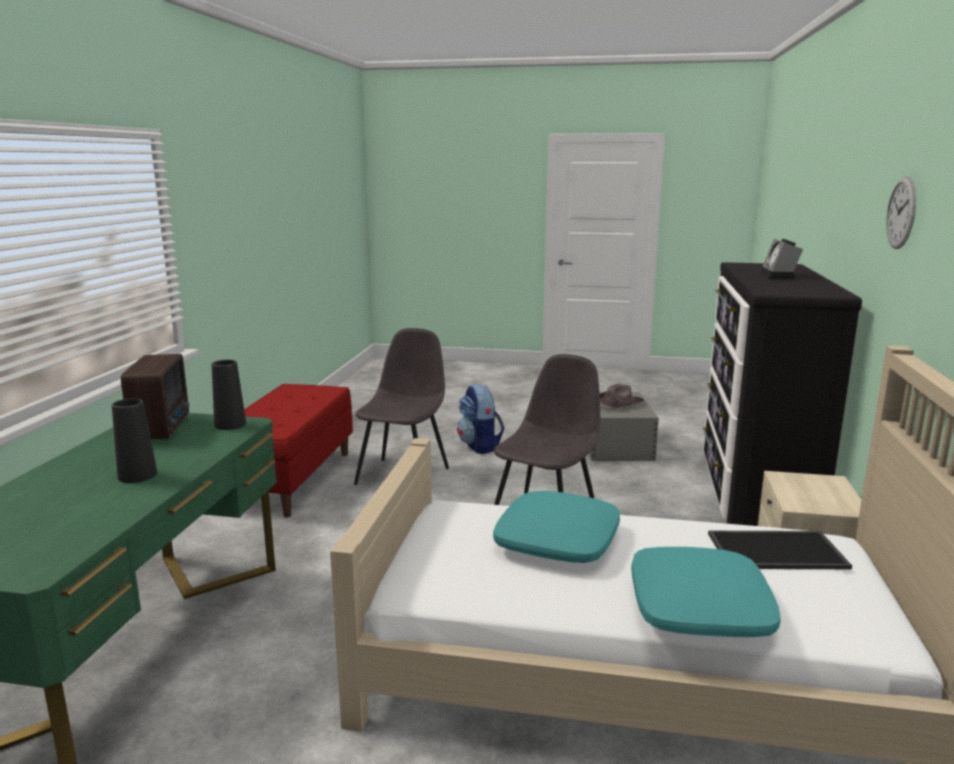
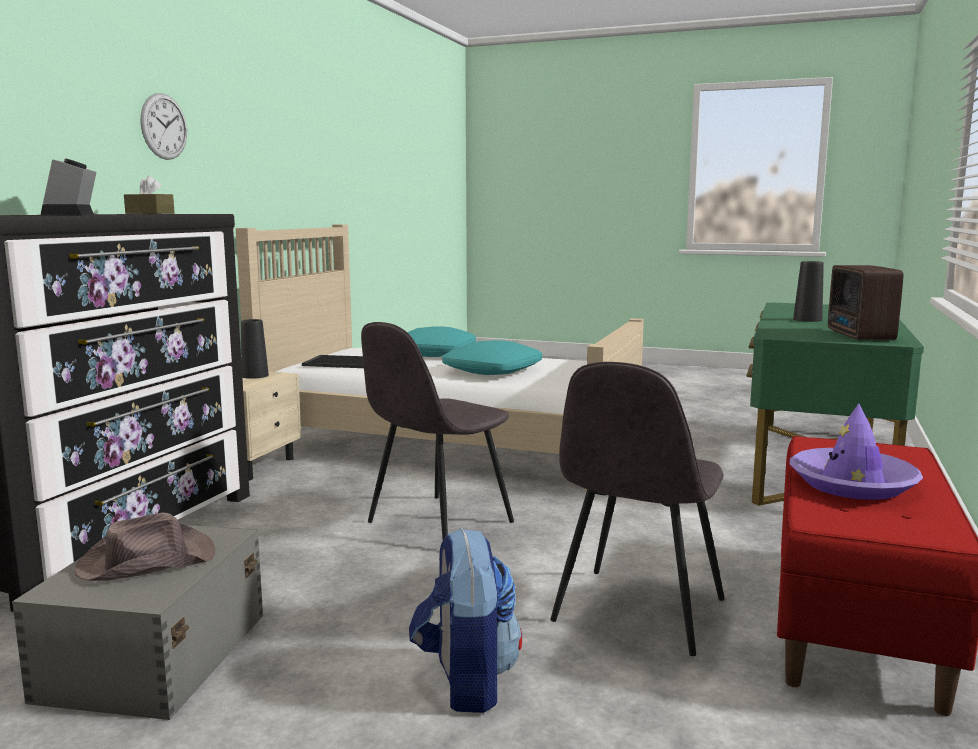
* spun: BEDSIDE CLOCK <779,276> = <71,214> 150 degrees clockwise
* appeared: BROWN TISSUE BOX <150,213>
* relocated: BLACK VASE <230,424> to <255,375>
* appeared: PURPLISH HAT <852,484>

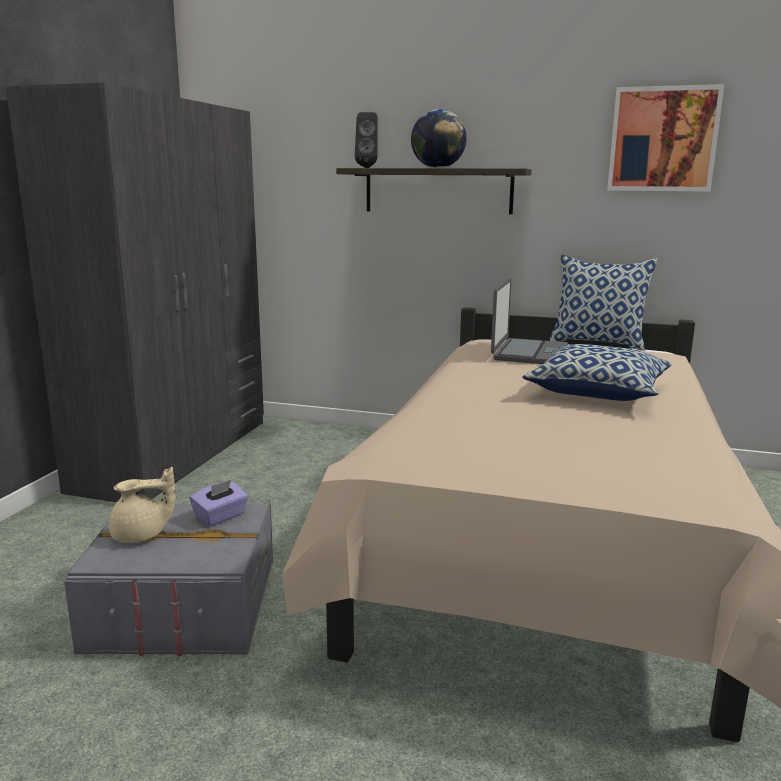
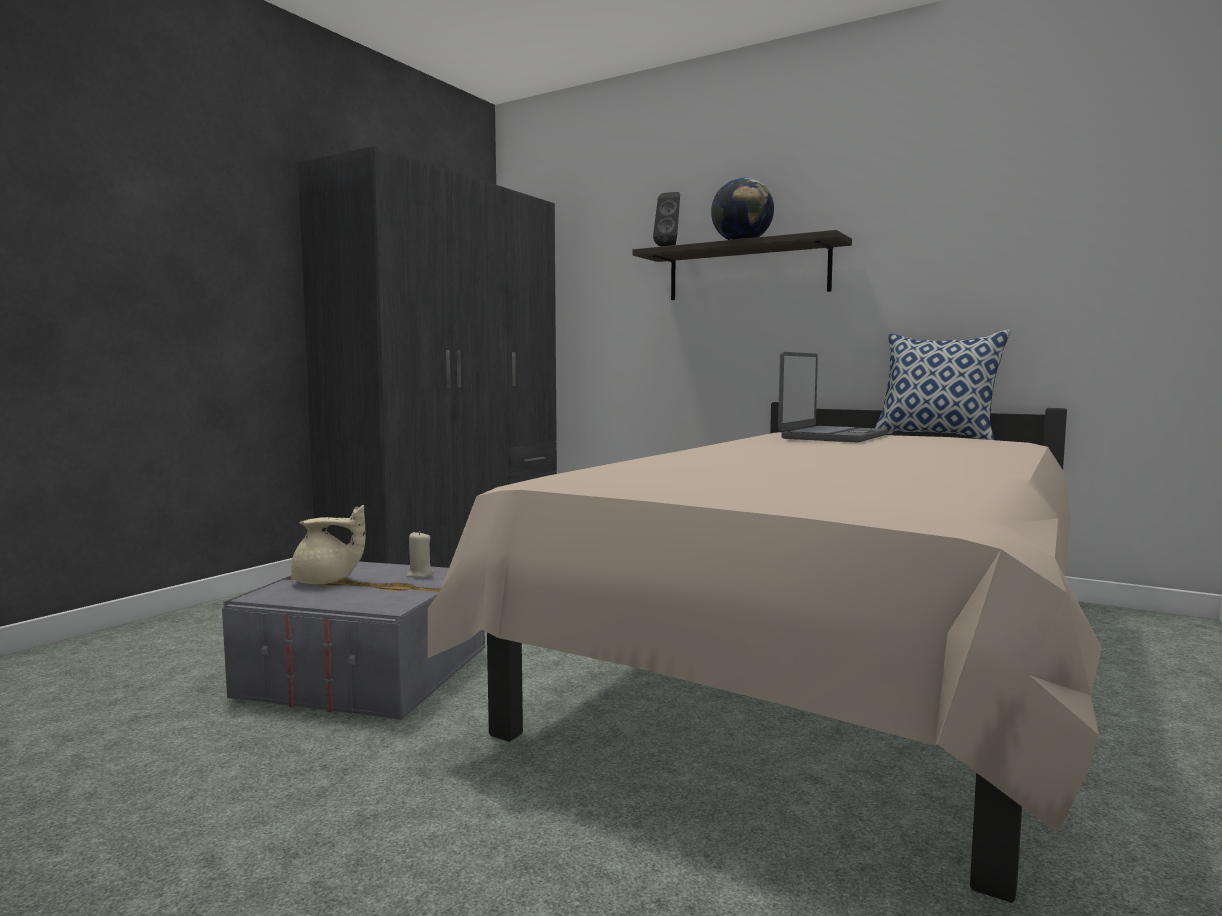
* exchanged: PURPLISH TISSUE BOX <221,517> to BEIGE WAX LIGHT <419,575>
* missing: THROW PILLOW <597,392>
* missing: WALL ART <663,139>

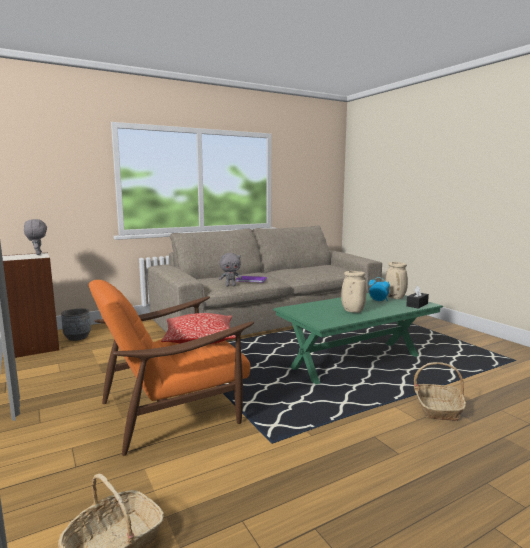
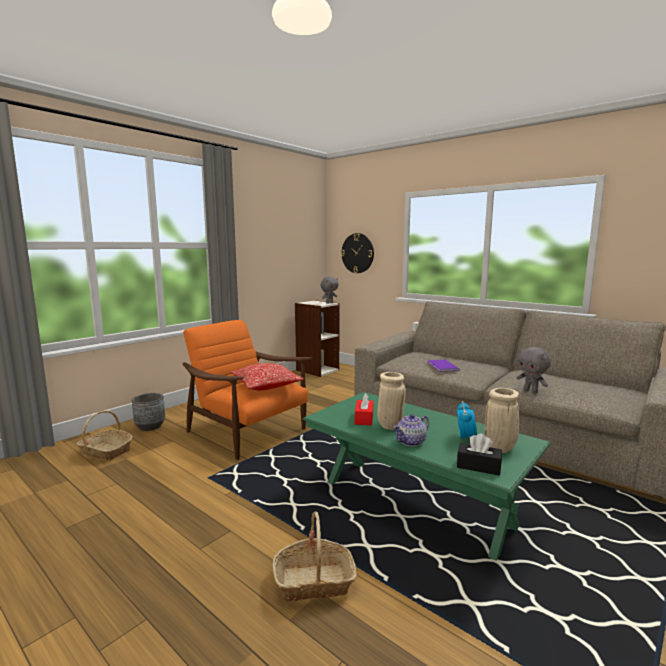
* relocated: GREYISH PLANTER <77,337> to <150,426>
* appeared: HANGING CLOCK <357,253>
* appeared: REDDISH TISSUE BOX <364,418>
* appeared: POT FOR TEA <411,442>
* relocated: GREYISH CUDDLY TOY <230,285> to <531,391>

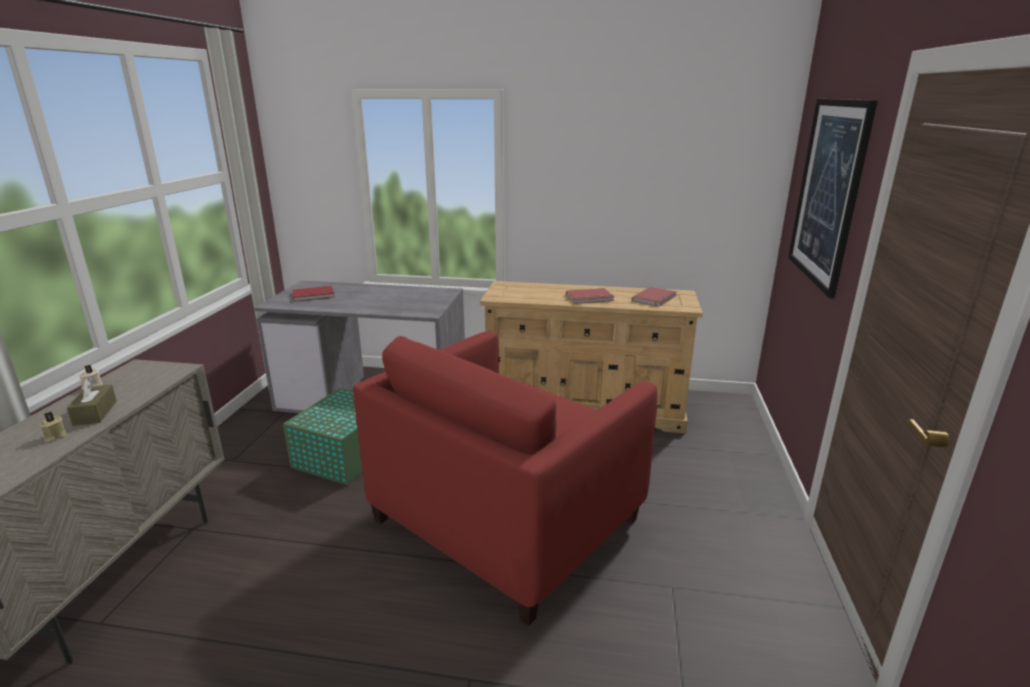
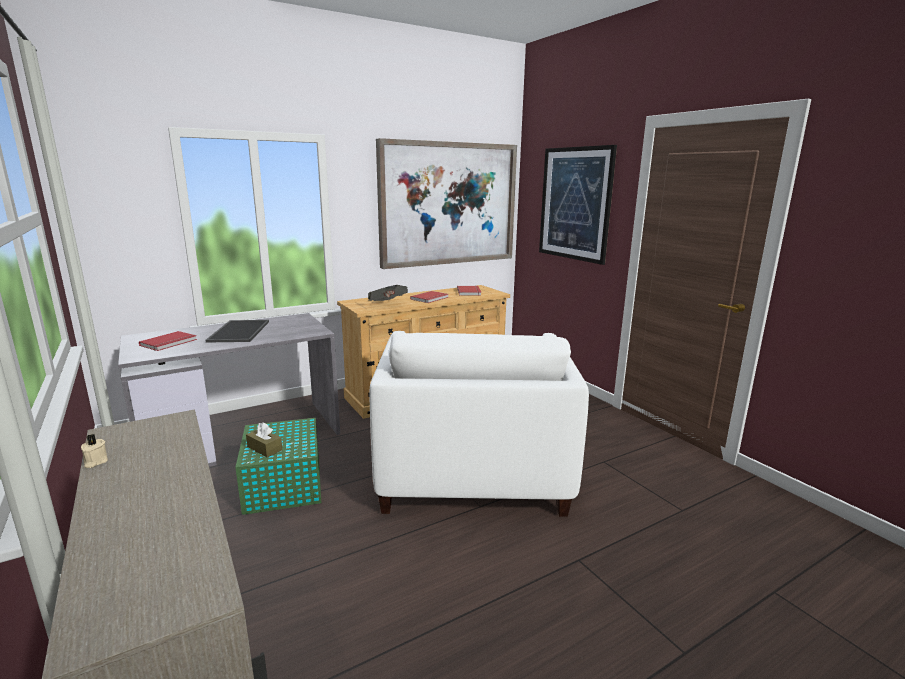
* appeared: SERVING TRAY <238,331>
* relocated: BROWN TISSUE BOX <95,413> to <264,448>
* appeared: PRINTED PAPER <387,305>
* colour: REDDISH EASY CHAIR <506,519> to WHITISH EASY CHAIR <472,470>
* appeared: WALL ART <448,204>
* missing: BEIGE WAX LIGHT <54,436>

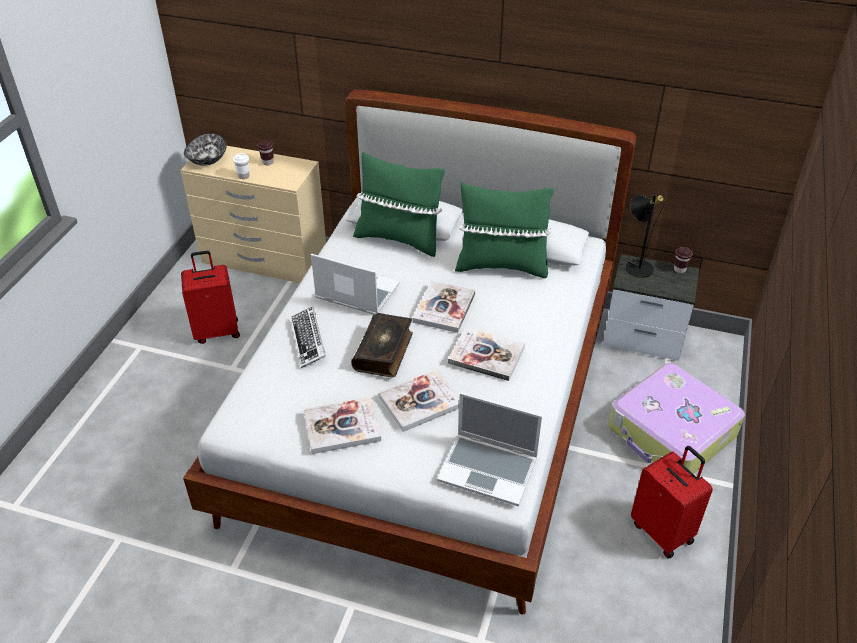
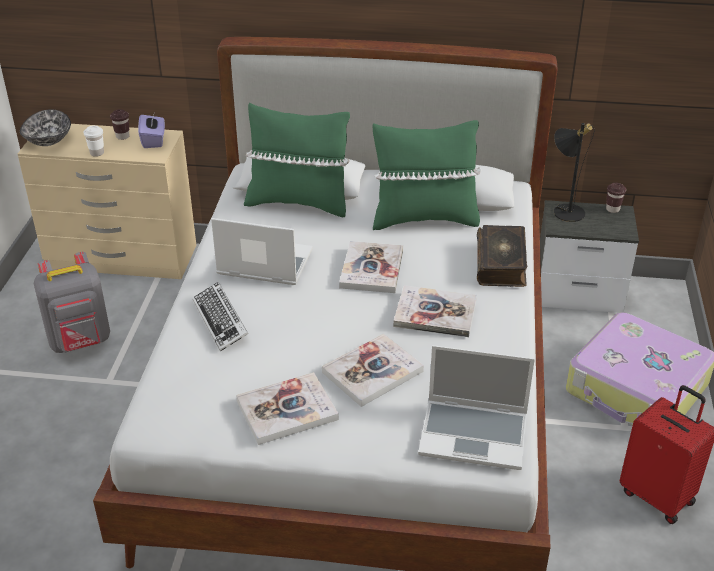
* exchanged: REDDISH TRAVEL CASE <217,331> to GREYISH RUCKSACK <81,342>
* appeared: PURPLISH TISSUE BOX <153,140>
* relocated: VOLUME <384,351> to <501,264>

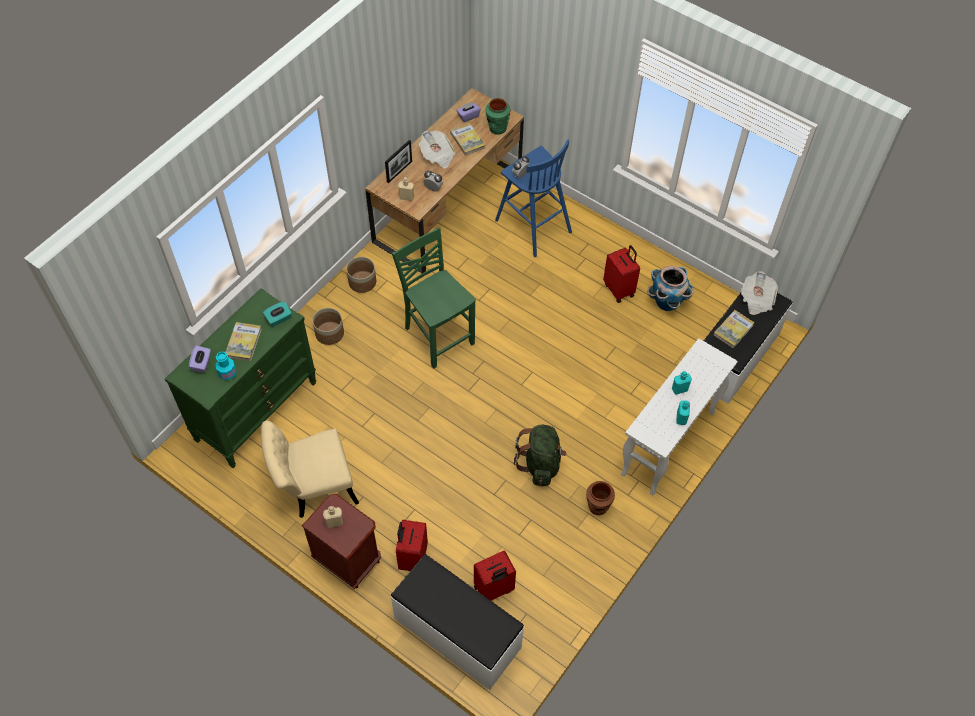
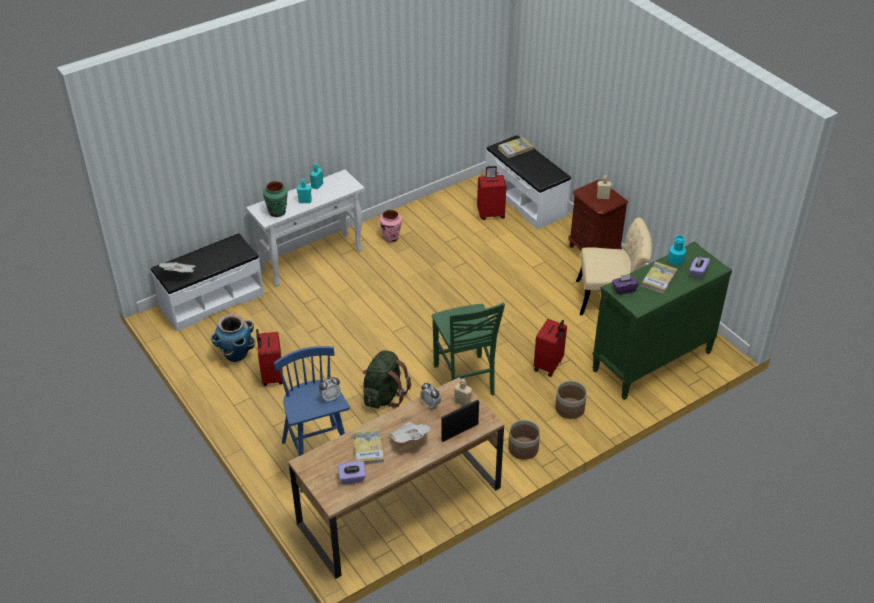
* relocated: GREEN VASE <497,128> to <277,212>
* relocated: GREEN RUCKSACK <540,464> to <384,396>
* colour: BROWN VASE <598,507> to PINKISH VASE <391,238>
* relocated: VOLUME <733,330> to <515,149>
* relocated: REDDISH TRAVEL CASE <412,557> to <549,365>
* colour: BLUE-GREEN TISSUE BOX <279,319> to PURPLISH TISSUE BOX <624,289>

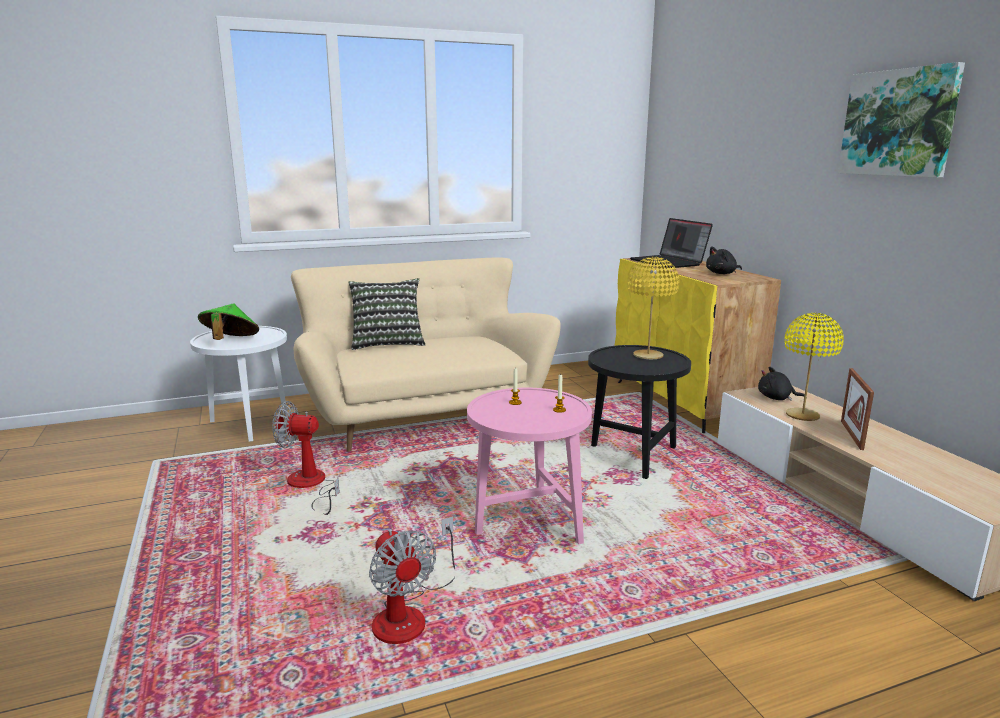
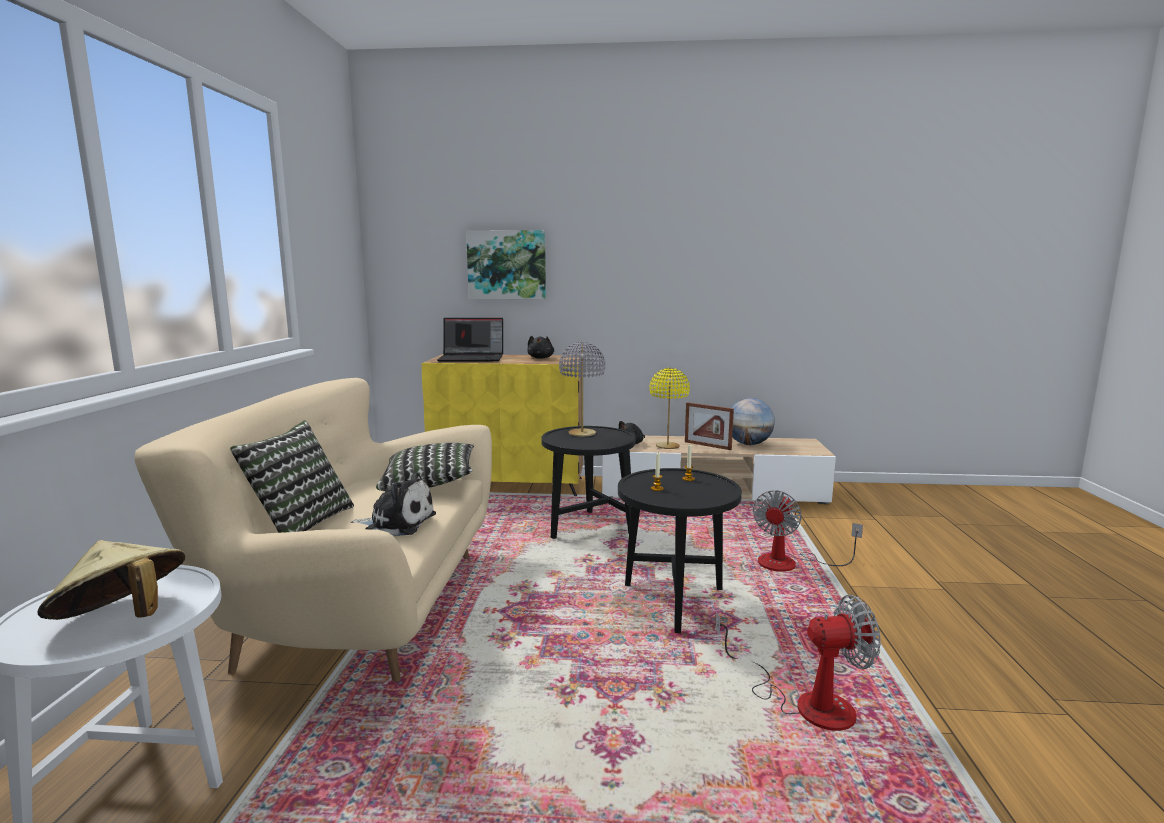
* colour: GREEN HAT <230,341> to BEIGE HAT <122,619>
* appeared: CUDDLY TOY <397,523>
* appeared: THROW PILLOW <429,484>
* relocated: WALL ART <899,123> to <507,265>
* colour: YELLOW-COLOURED TABLE LAMP <648,356> to GREYISH TABLE LAMP <582,434>
* colour: PINKISH SIDE TABLE <527,524> to BLACK SIDE TABLE <674,604>
* appeared: DESK GLOBE <749,444>
* relocated: FAN <311,486> to <790,563>

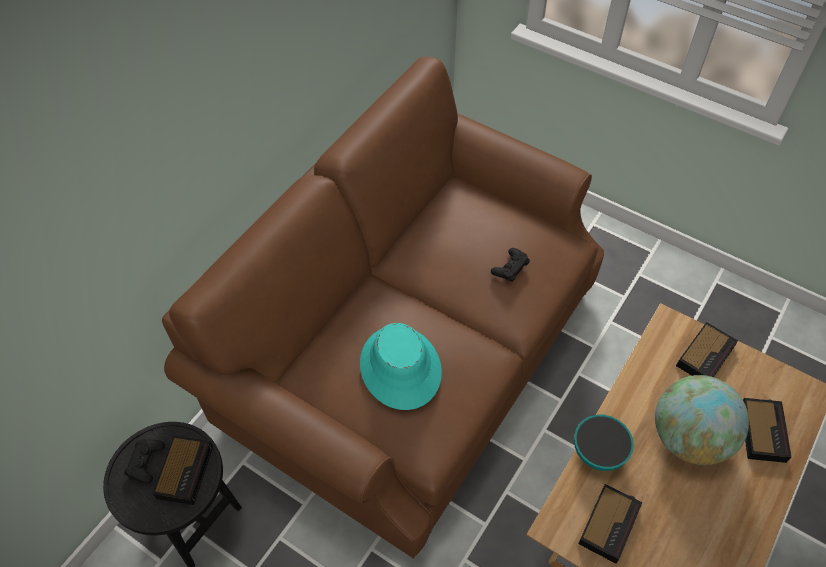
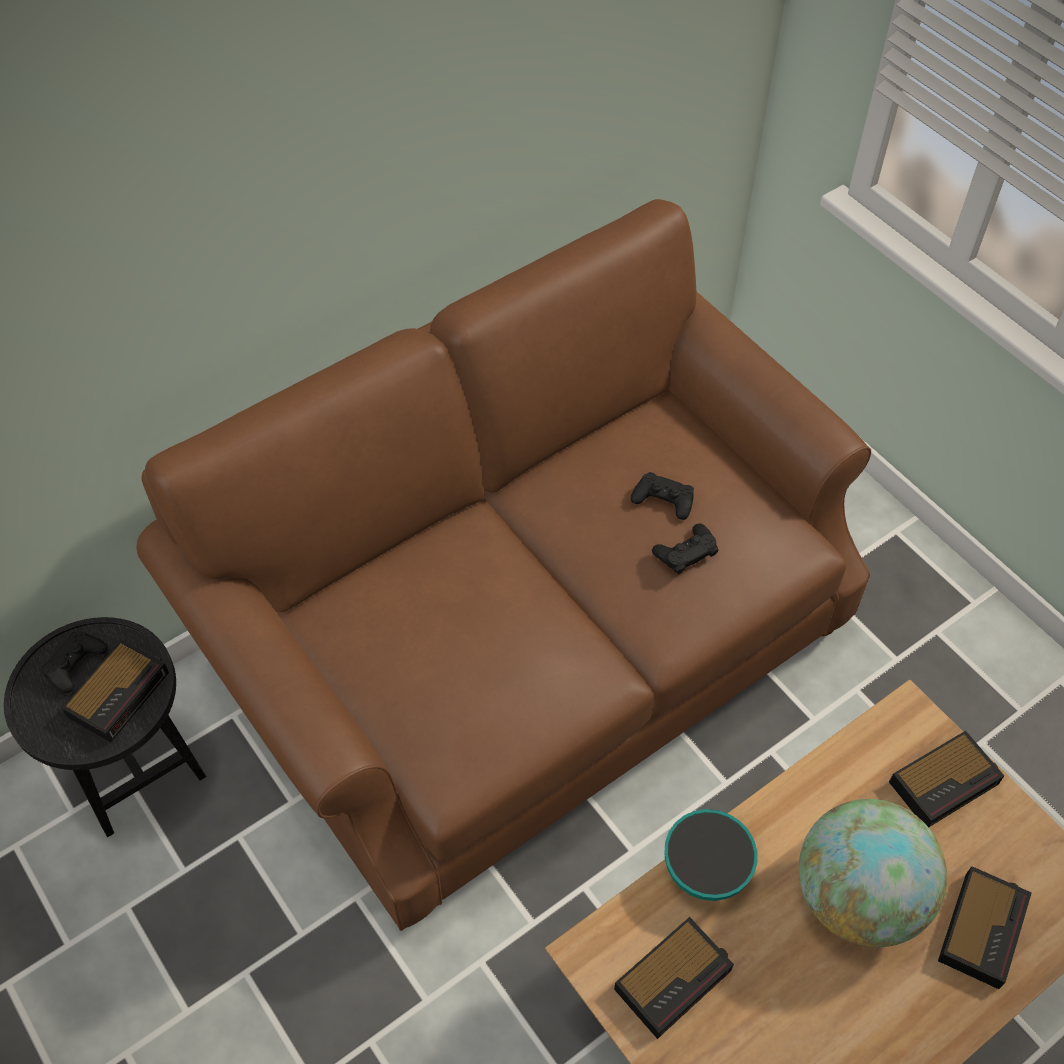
* appeared: BLACK GAME CONTROLLER <663,499>
* missing: BLUE-GREEN HAT <400,368>

